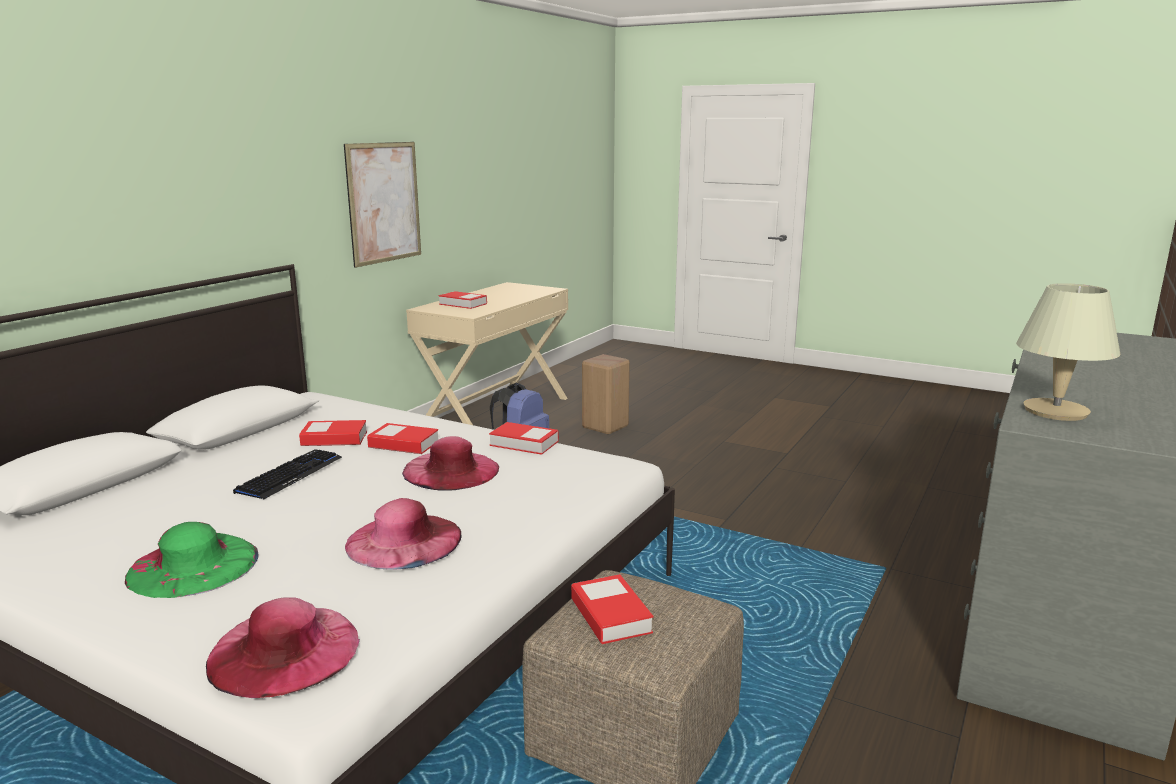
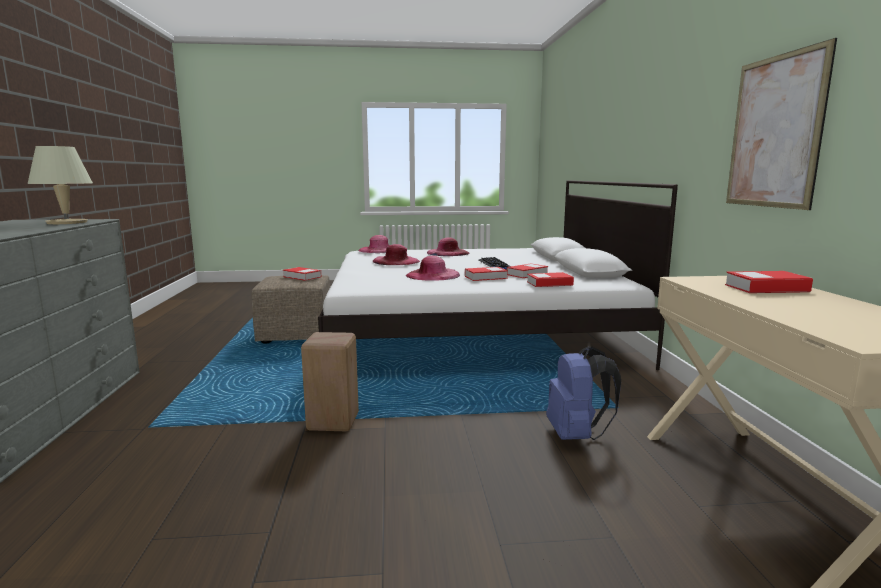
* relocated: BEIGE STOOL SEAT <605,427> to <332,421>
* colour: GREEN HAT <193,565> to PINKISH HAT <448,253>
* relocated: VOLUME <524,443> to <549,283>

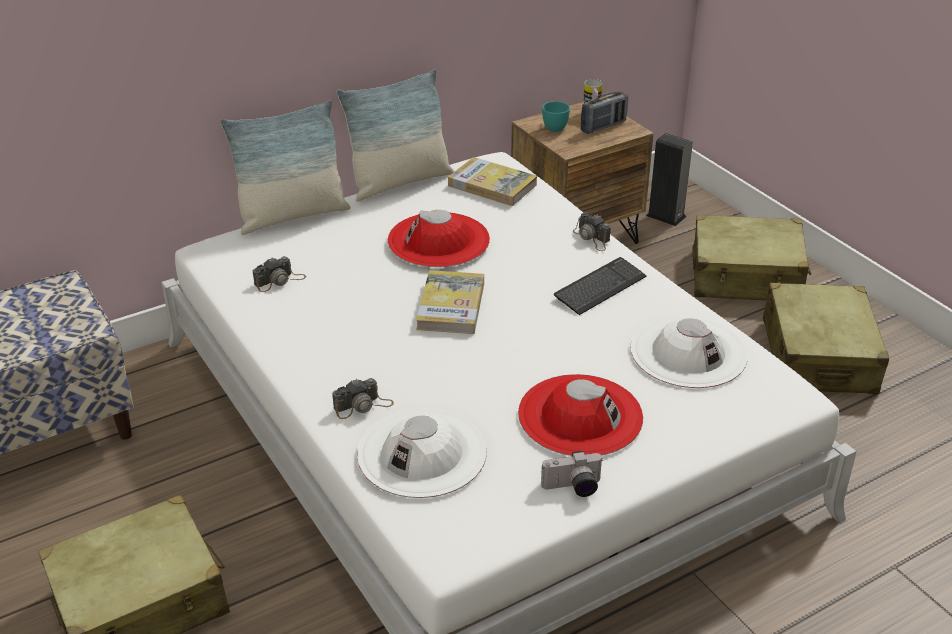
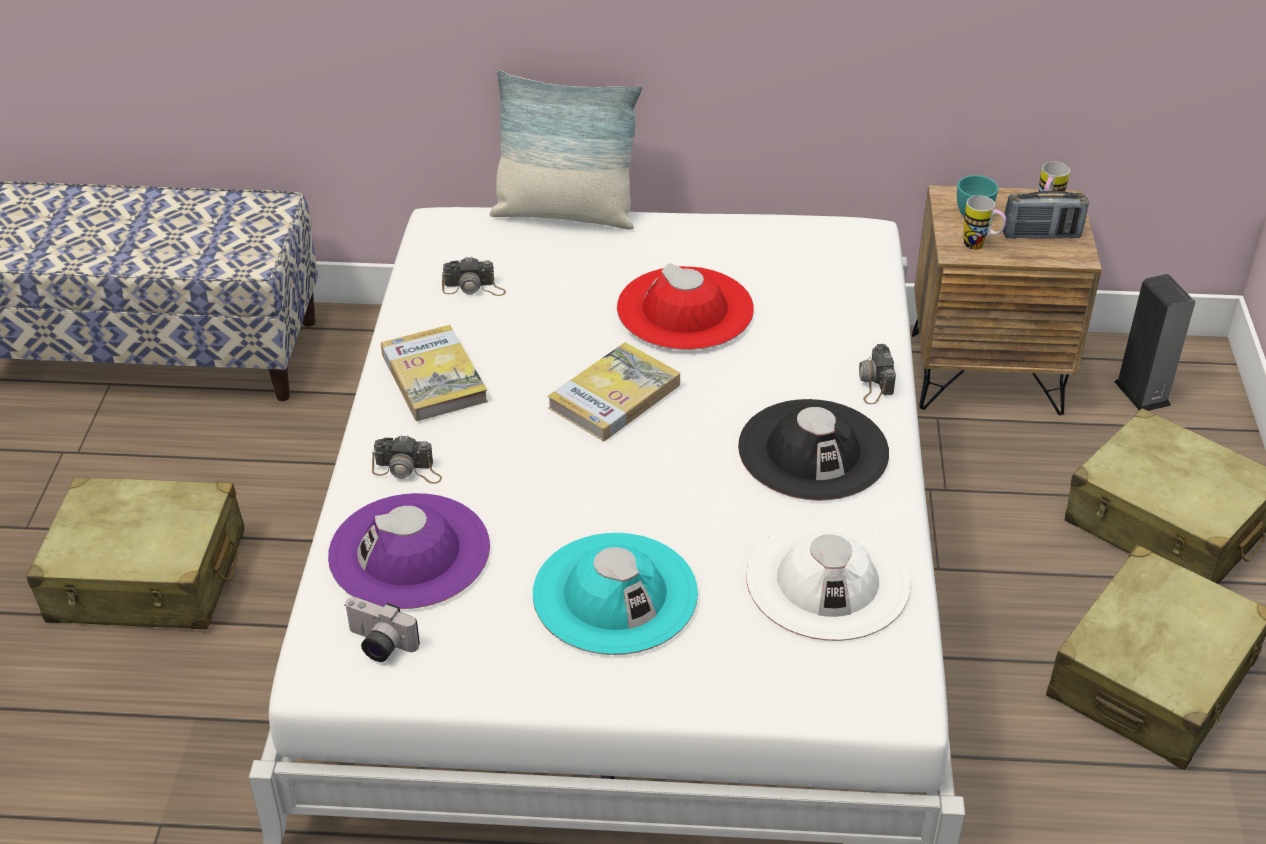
* colour: WHITISH HAT <422,453> to PURPLISH HAT <409,551>
* relocated: STILL CAMERA <573,488> to <378,645>
* relocated: VOLUME <492,185> to <433,377>
* colour: REDDISH HAT <580,415> to BLUE-GREEN HAT <615,593>
* exchanged: COMPUTER KEYBOARD <600,288> to BLACK HAT <813,450>
* appeared: COFFEE MUG <980,246>
* missing: THROW PILLOW <400,182>

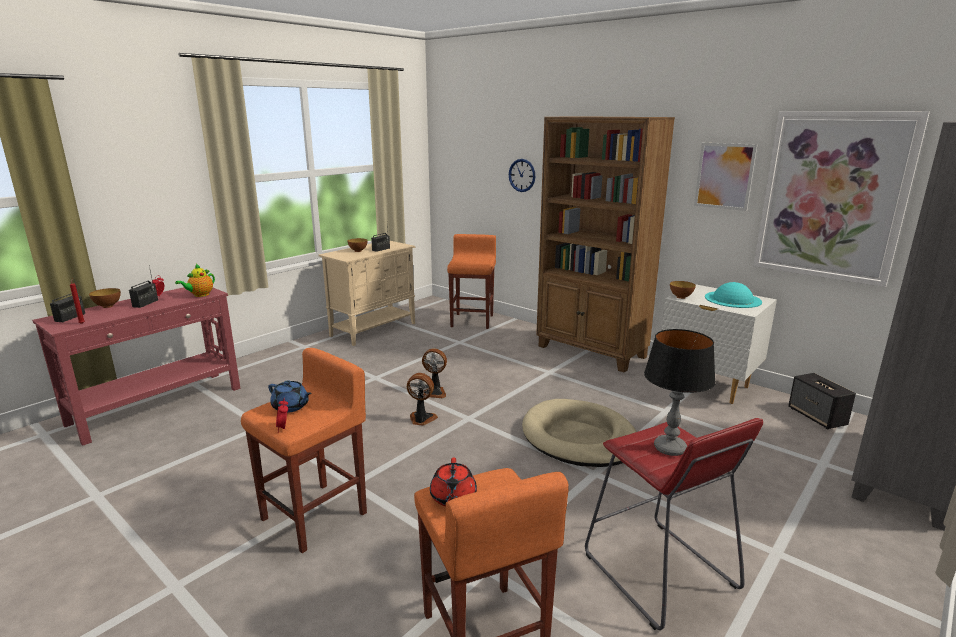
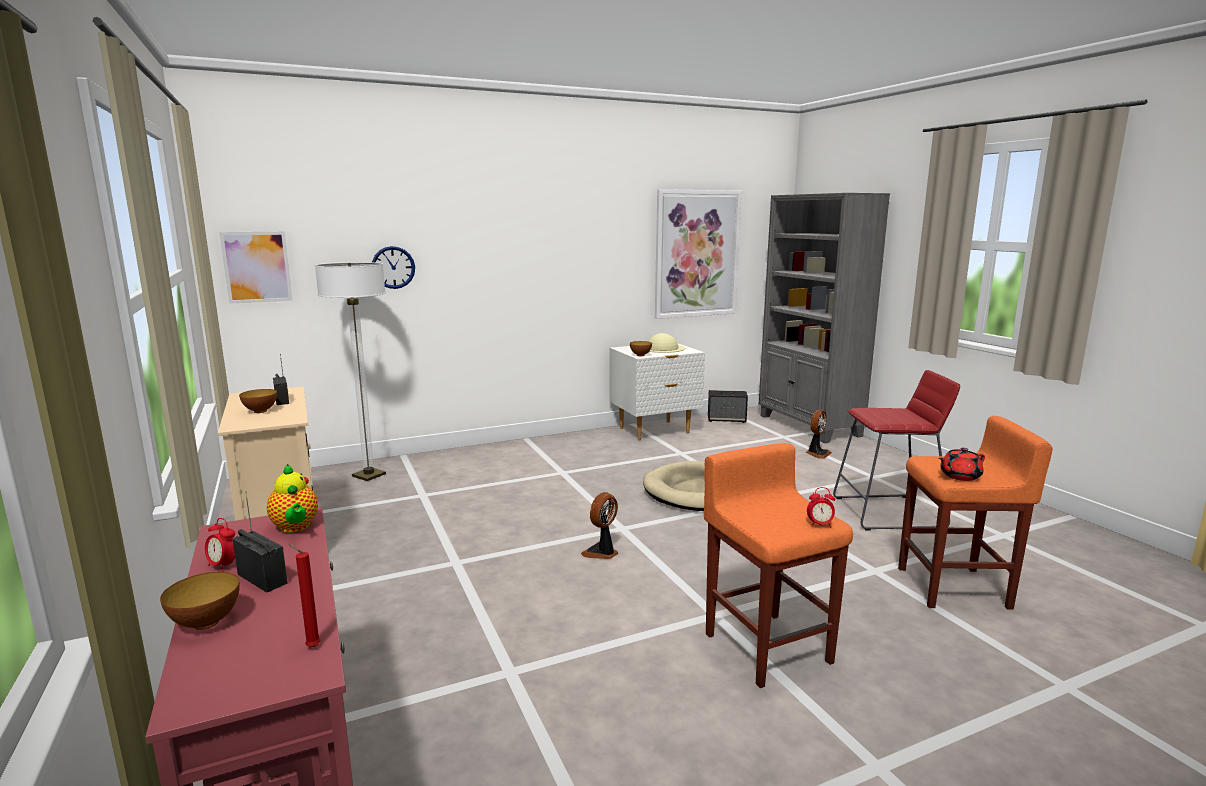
* relocated: WALL ART <724,176> to <257,267>
* exchanged: ORANGEY STOOL SEAT <472,320> to STANDING LAMP <369,475>
* colour: BLUE-GREEN HAT <732,299> to BEIGE HAT <662,348>
* relocated: FAN <435,392> to <817,453>
* spun: REDDISH POT FOR TEA <453,498> = <959,476> 135 degrees clockwise
* missing: RADIO RECEIVER <70,317>
* missing: BLUISH POT FOR TEA <291,407>
* missing: BROWN SHELVING UNIT <591,352>
* missing: TABLE LAMP <669,448>

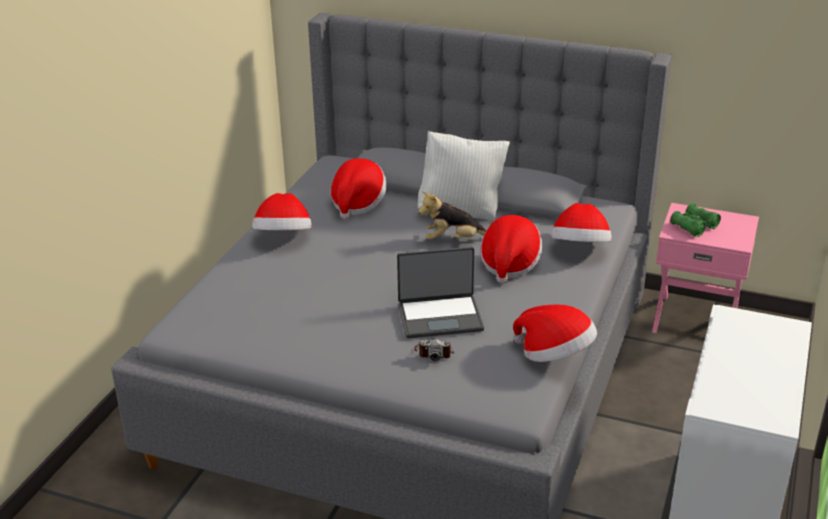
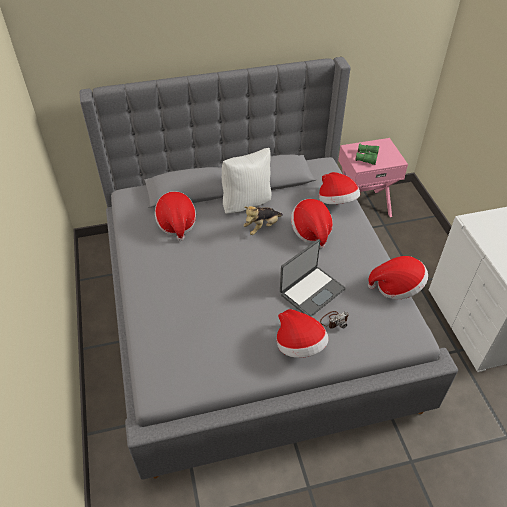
* relocated: HAT <284,238> to <299,345>

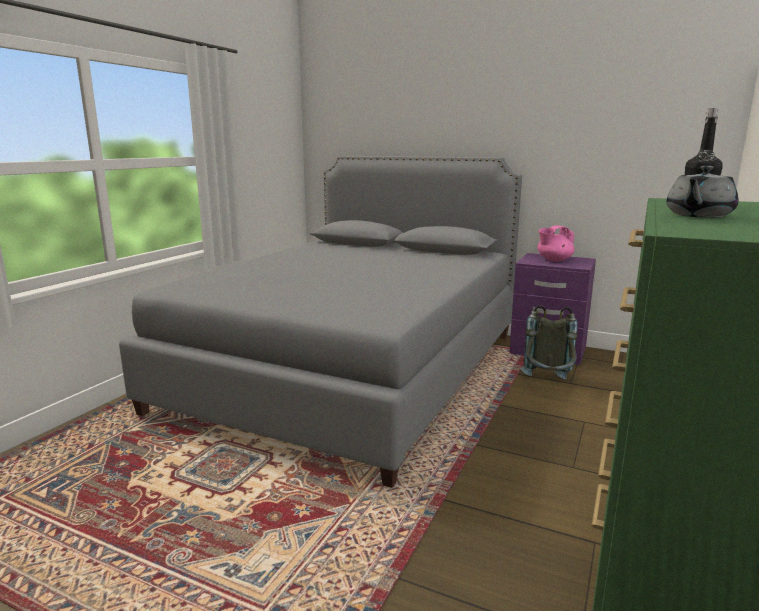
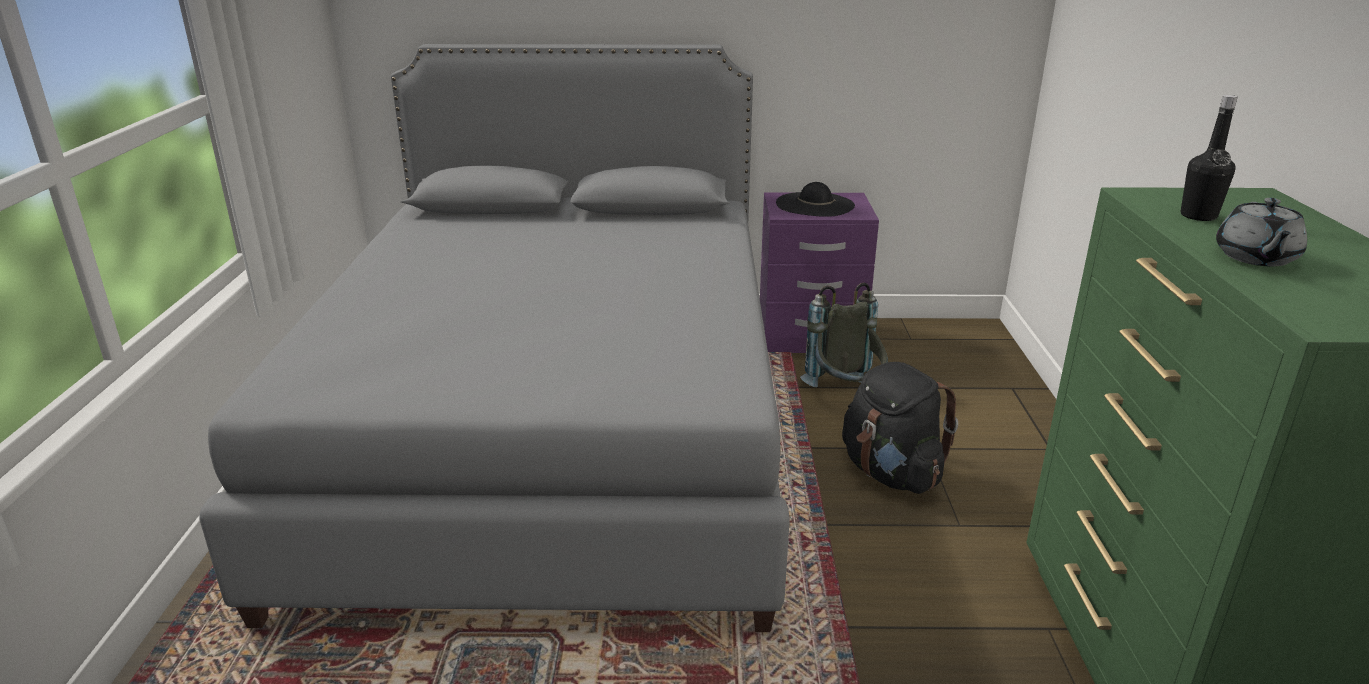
* exchanged: PINKISH POT FOR TEA <554,260> to BLACK HAT <815,204>
* appeared: BLACK RUCKSACK <891,473>

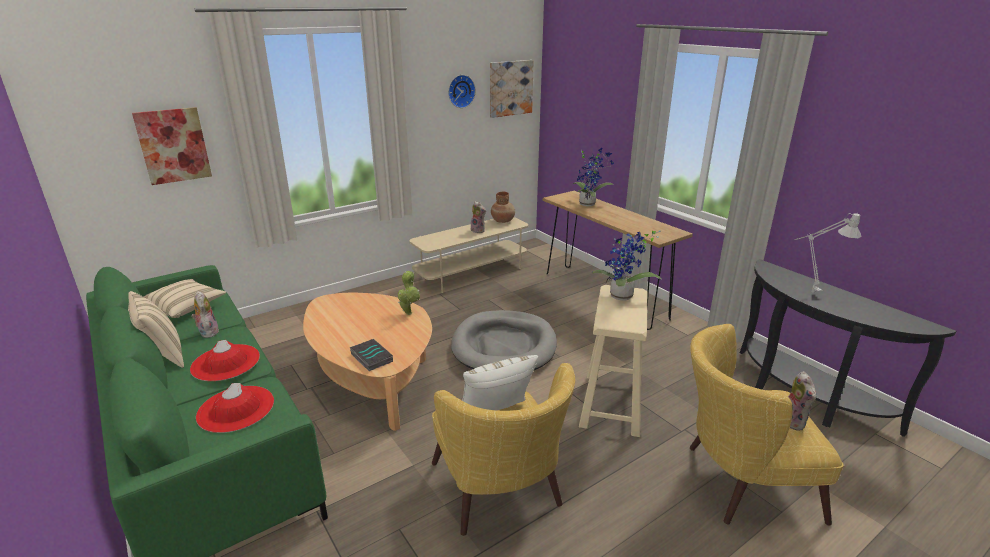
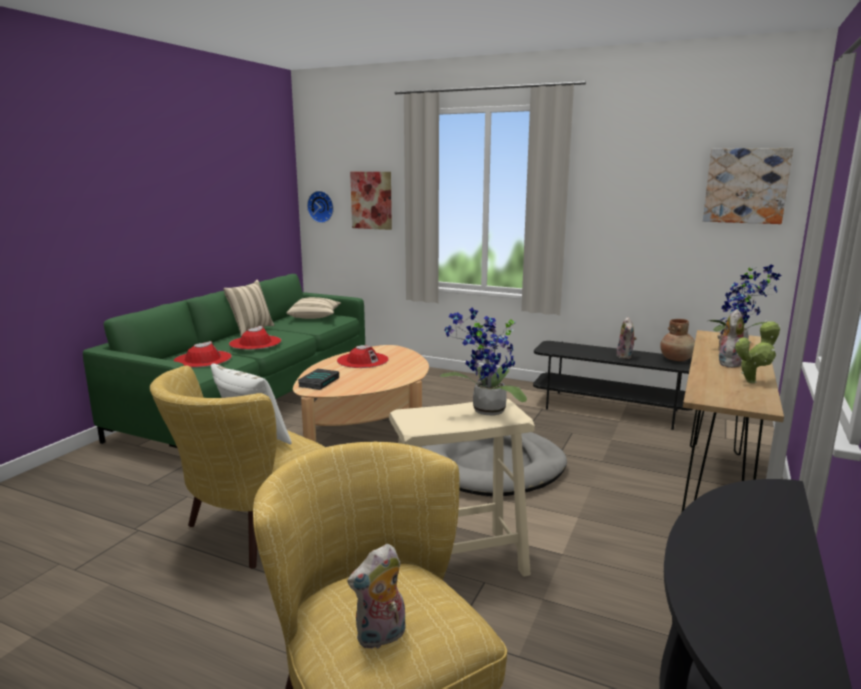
* relocated: HANGING CLOCK <460,91> to <321,206>
* appeared: REDDISH HAT <362,360>
* colour: BEIGE TV UNIT <472,273> to BLACK TV UNIT <611,410>
* relocated: CUDDLY TOY <207,332> to <728,363>
* relocated: PLANT IN A POT <409,312> to <753,381>
* missing: GREYISH TABLE LAMP <809,291>

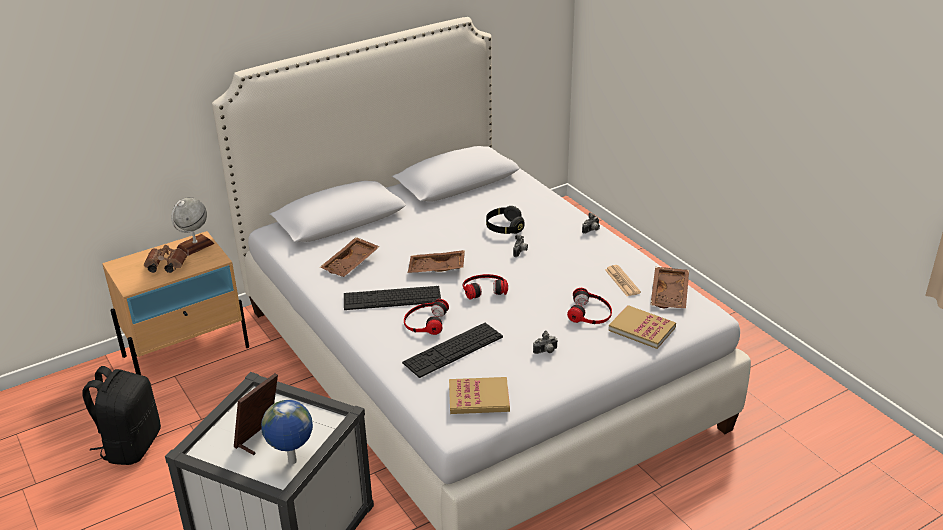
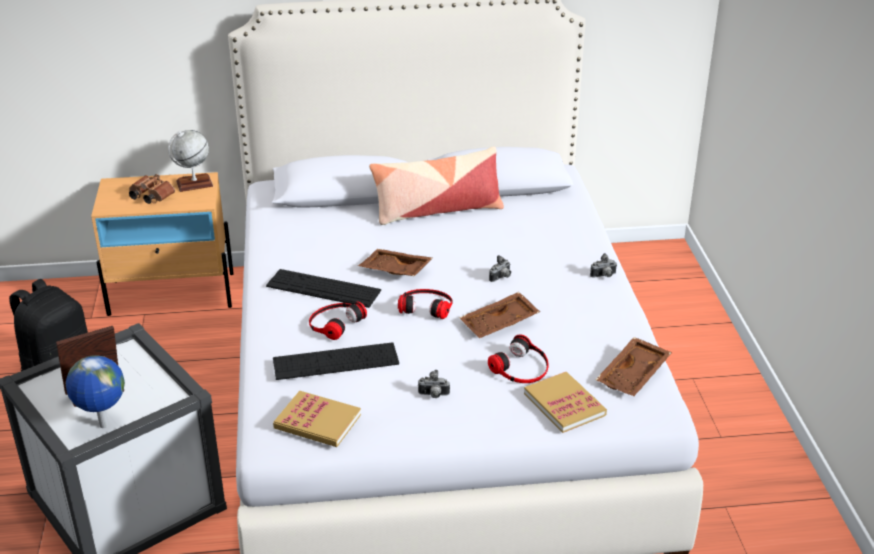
* appeared: THROW PILLOW <437,210>
* relocated: BROWN SERVING TRAY <351,264> to <500,324>
* missing: BLACK HEADPHONES <504,228>
* missing: PRINTED PAPER <622,281>

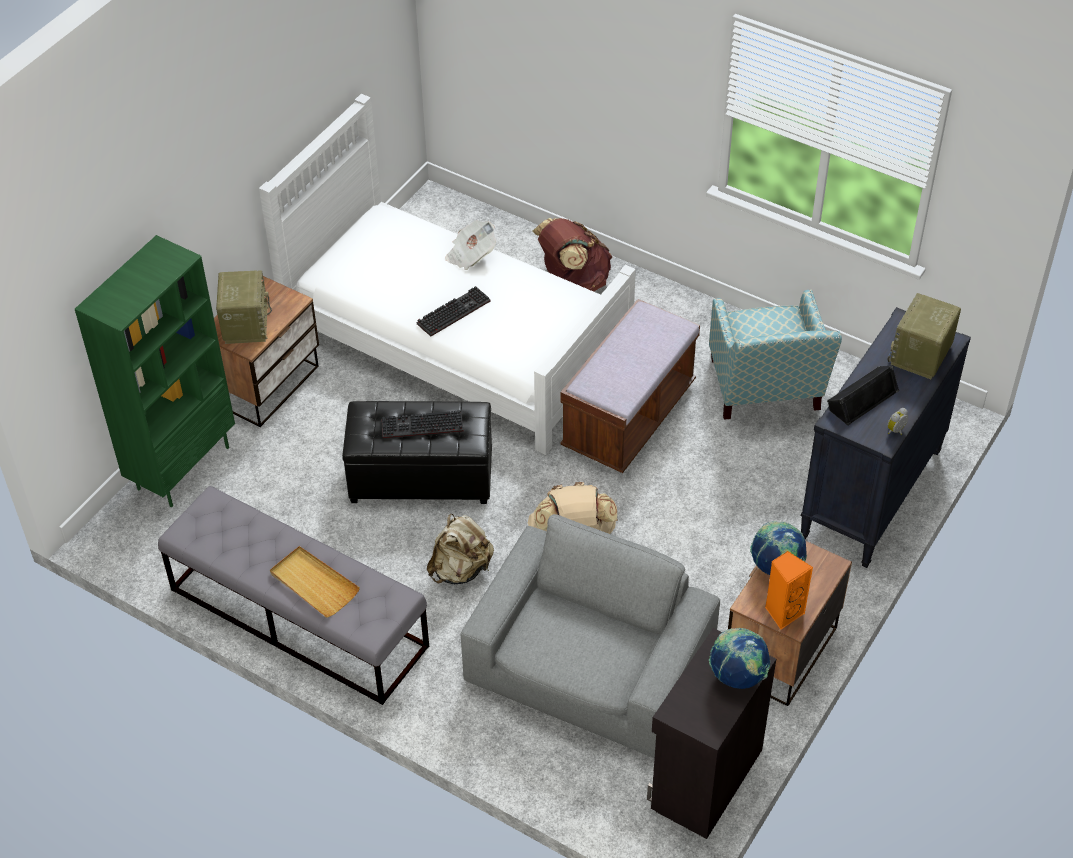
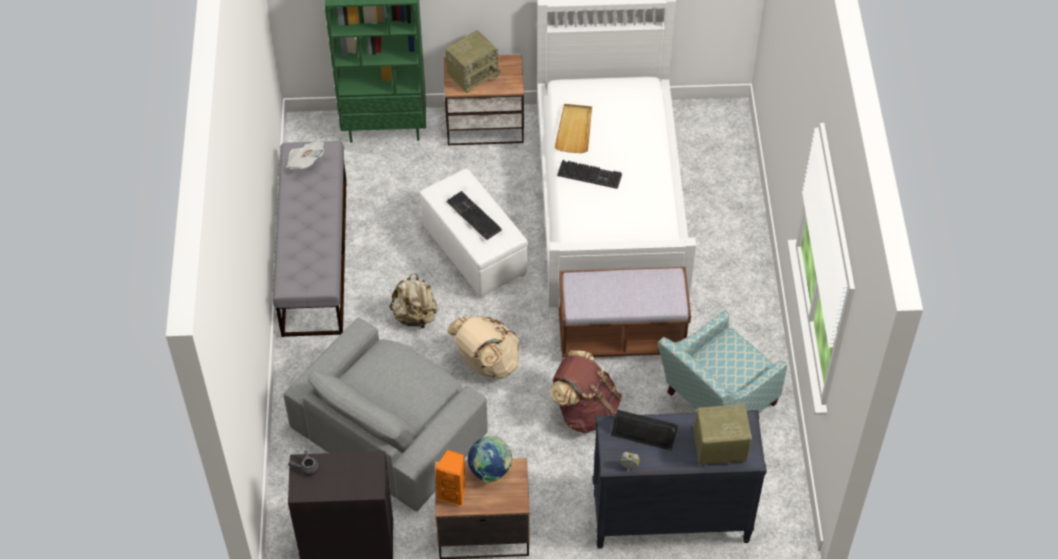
* spun: GREYISH EASY CHAIR <589,667> = <389,429> 135 degrees clockwise
* relocated: PRINTED PAPER <471,255> to <305,162>
* appeared: GREYISH POT FOR TEA <306,468>
* colour: BLACK FOOTREST <421,478> to WHITISH FOOTREST <473,252>
* relocated: BROWN RUCKSACK <573,280> to <585,410>
* relocated: BEIGE SERVING TRAY <313,584> to <574,130>
* missing: DESK GLOBE <738,676>

